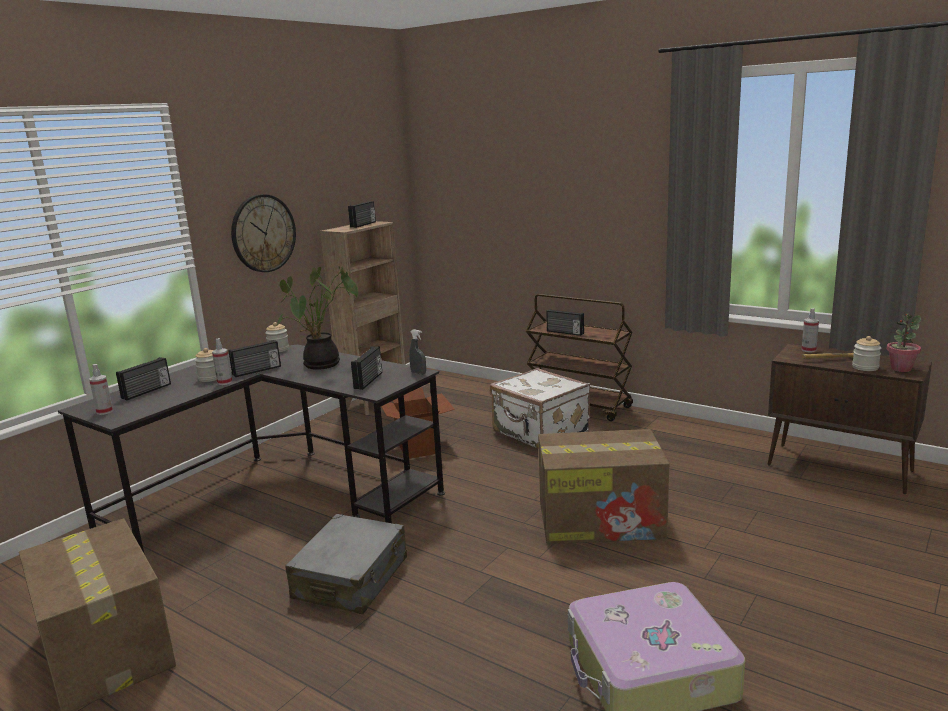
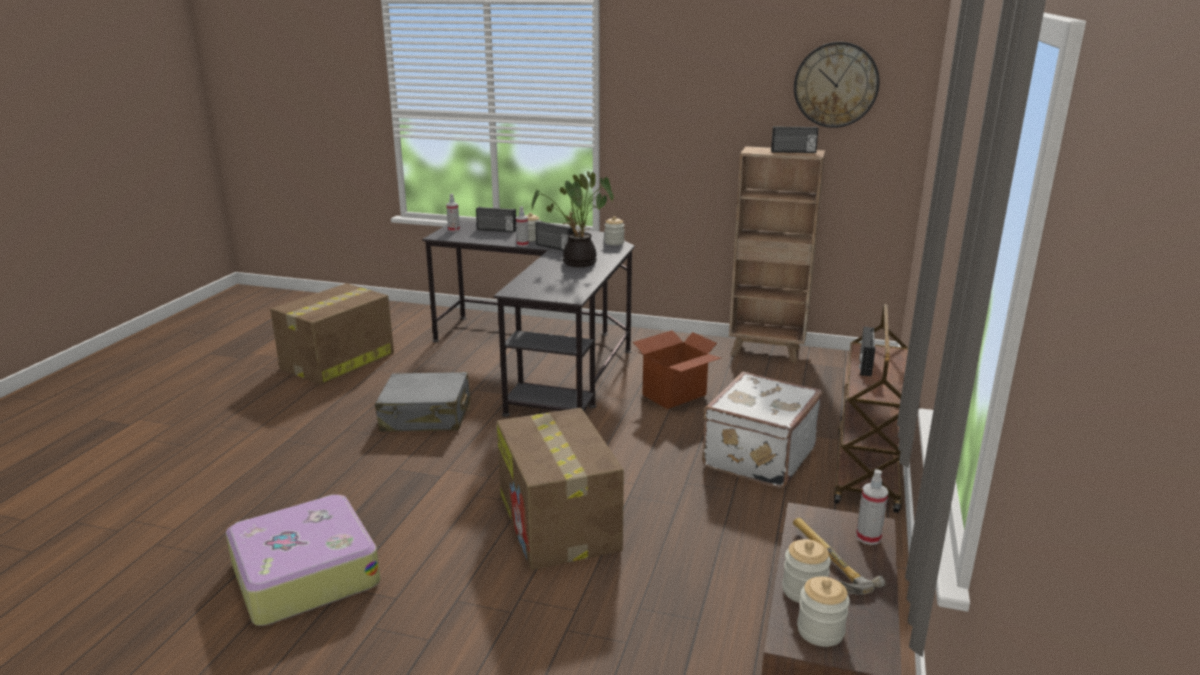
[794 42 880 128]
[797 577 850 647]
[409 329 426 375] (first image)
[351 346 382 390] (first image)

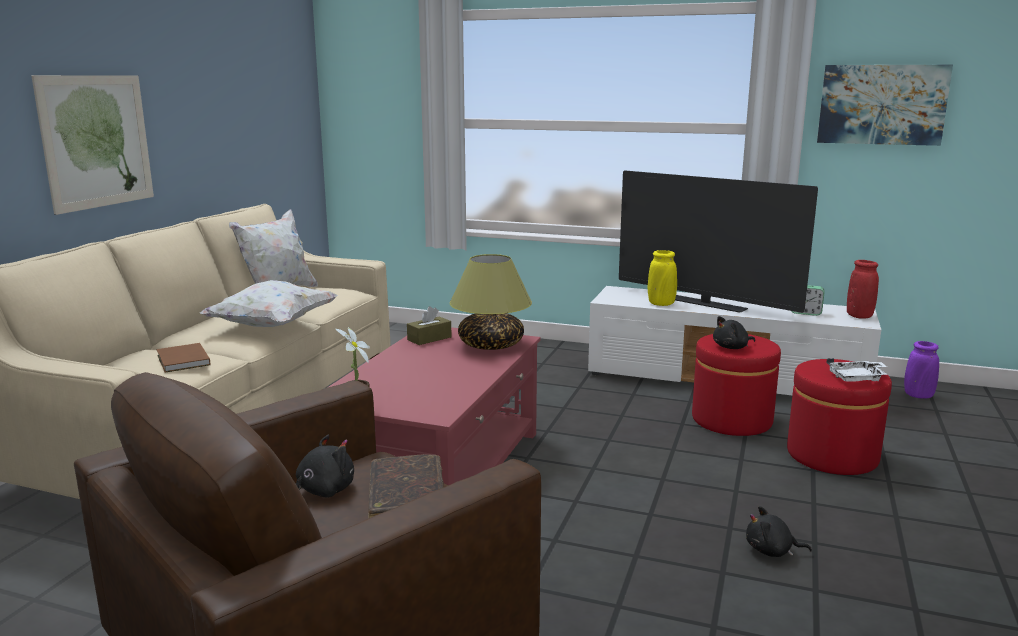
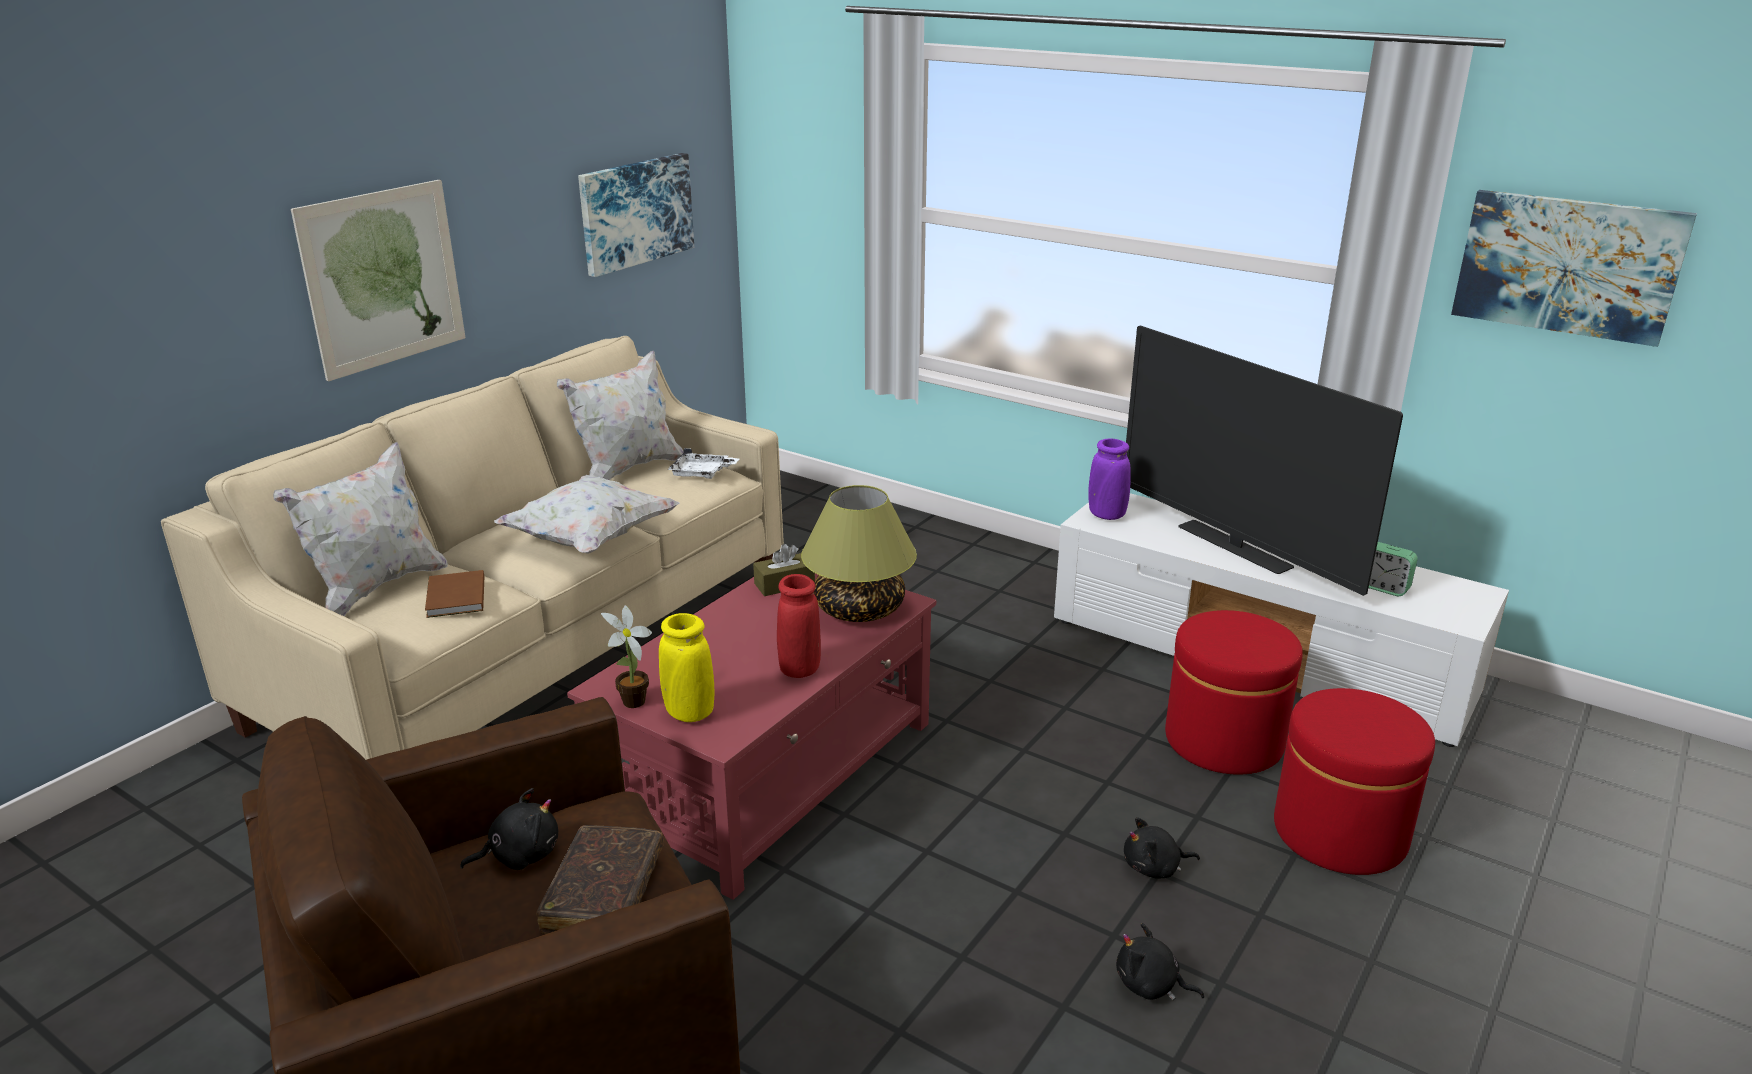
[659 613 714 722]
[777 574 821 678]
[1124 817 1200 879]
[1088 438 1131 520]
[667 448 740 479]
[578 153 694 277]
[273 442 448 616]

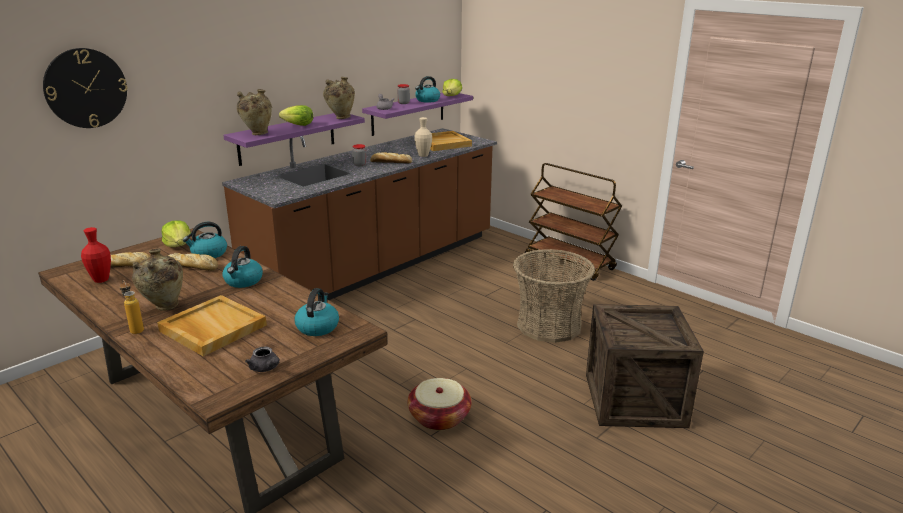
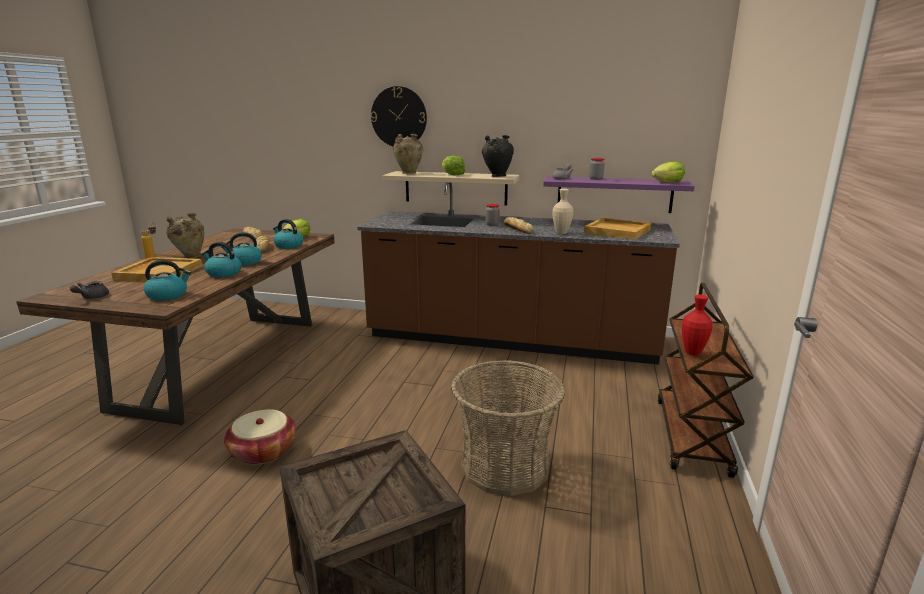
[371 86 427 146]
[202 242 241 278]
[482 135 514 177]
[382 171 520 206]
[682 295 713 355]

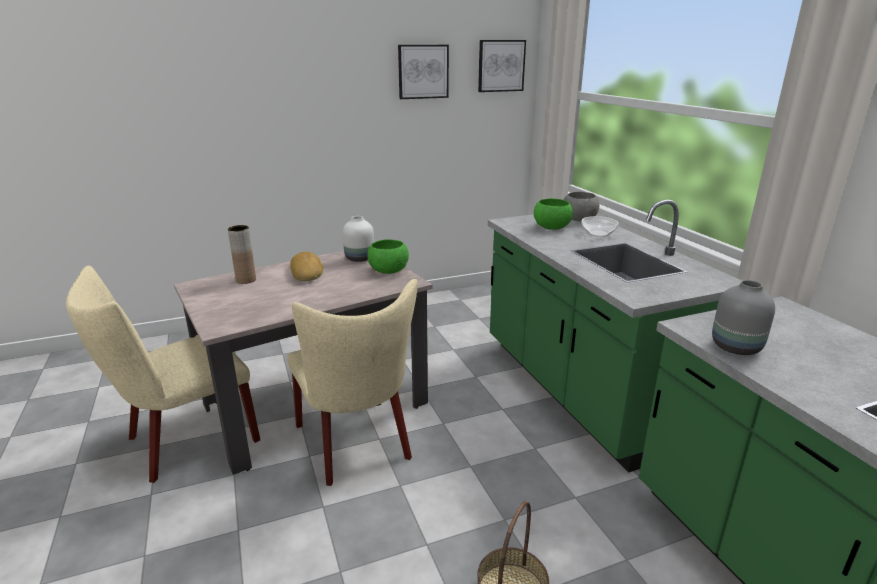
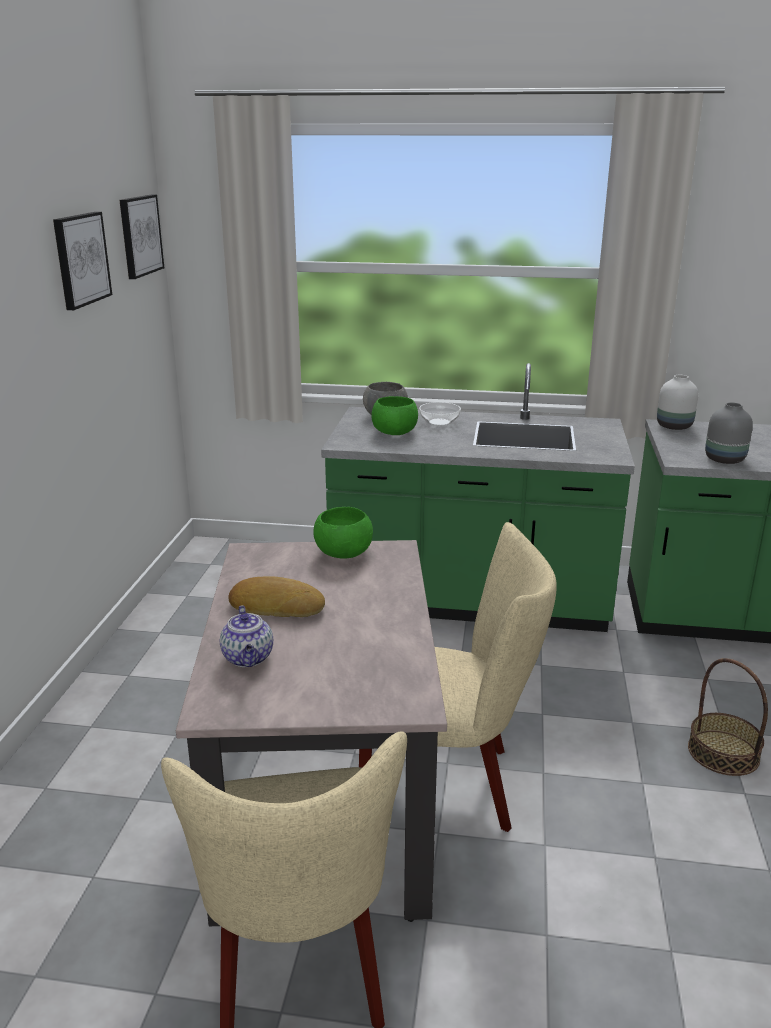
[657 375 698 430]
[220 605 273 667]

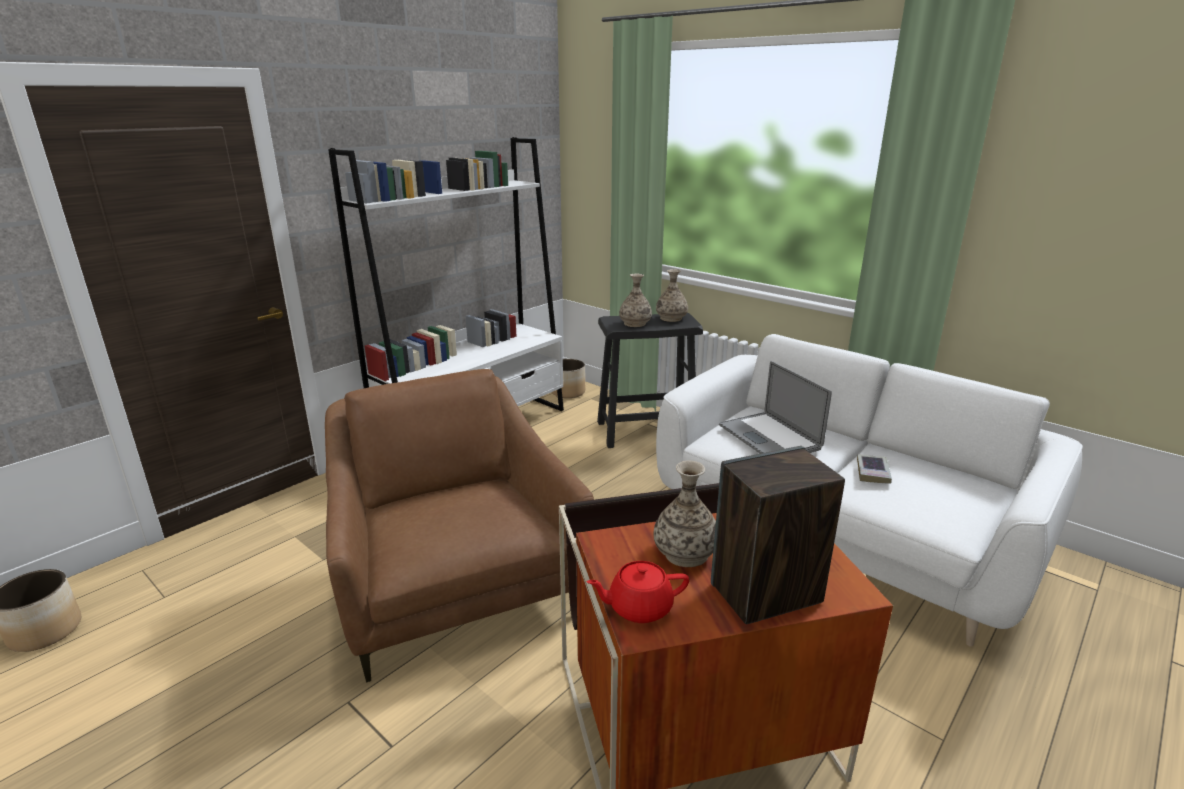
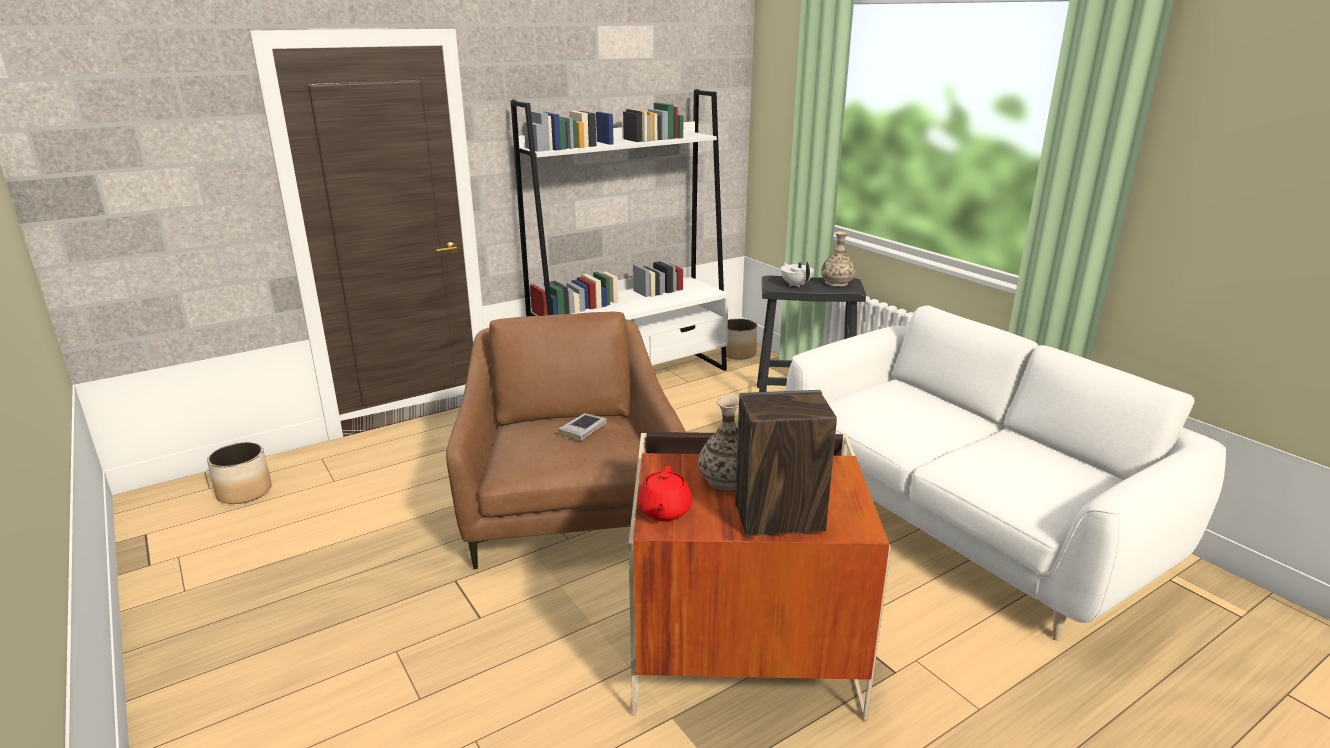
[781 262 814 288]
[719 361 832 454] (first image)
[558 413 607 440]
[638 466 692 521]

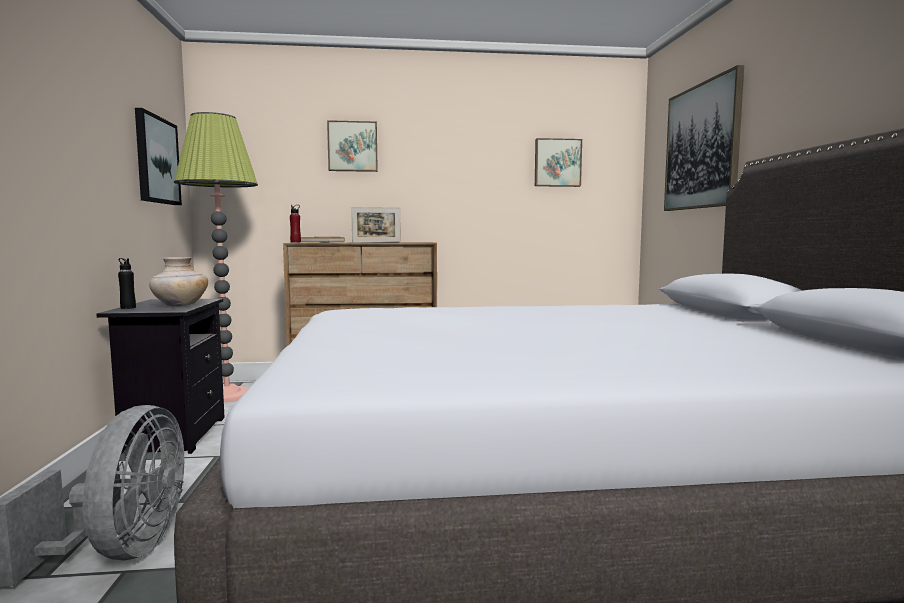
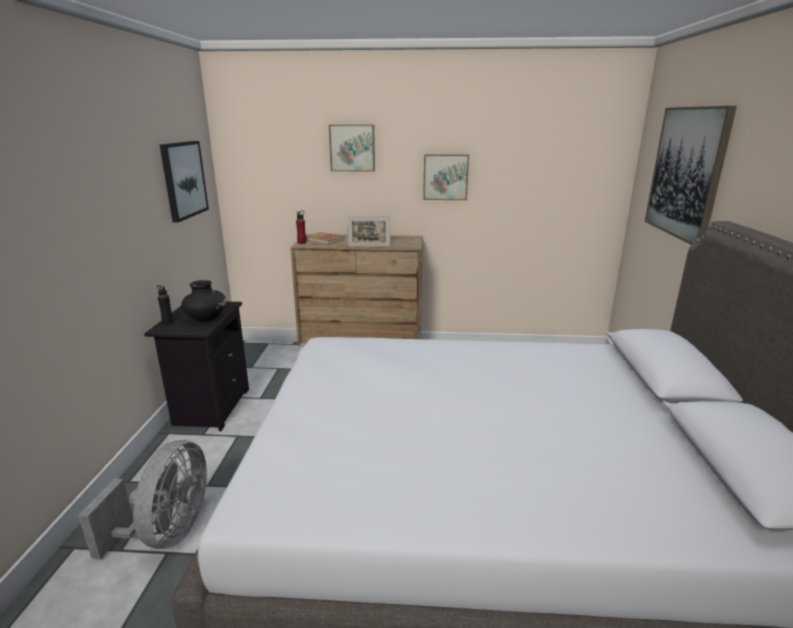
[174 112 258 403] (first image)
[423 154 469 200]
[181 280 226 322]

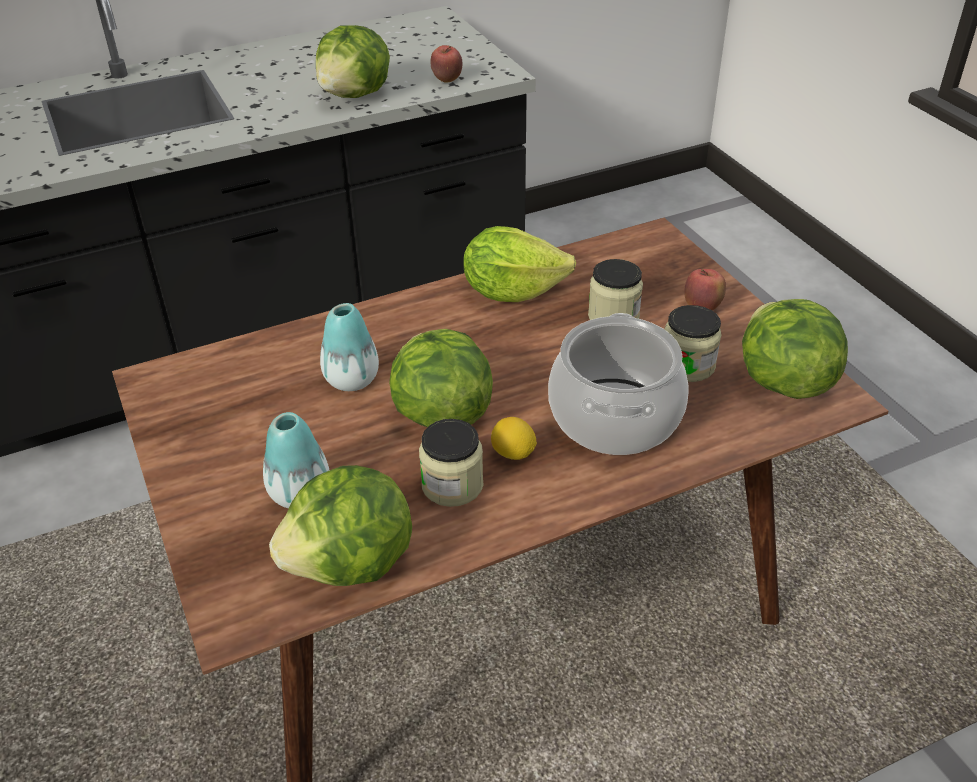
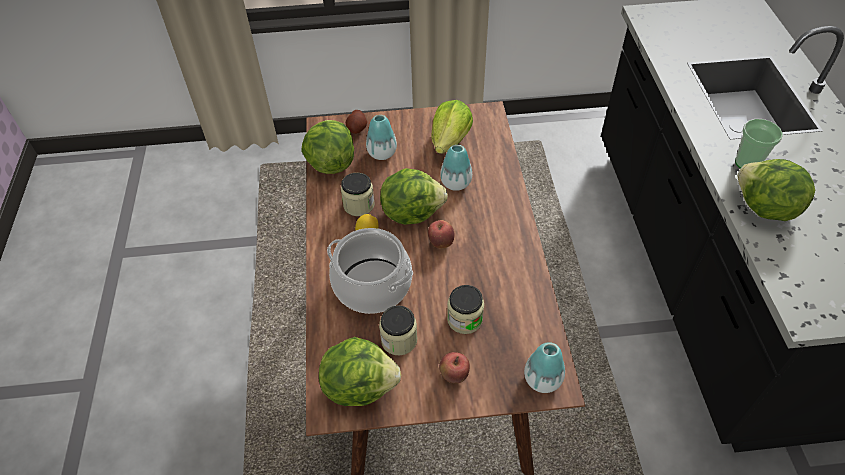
[428 220 454 249]
[431 100 473 154]
[346 110 367 134]
[735 119 783 168]
[524 342 565 393]

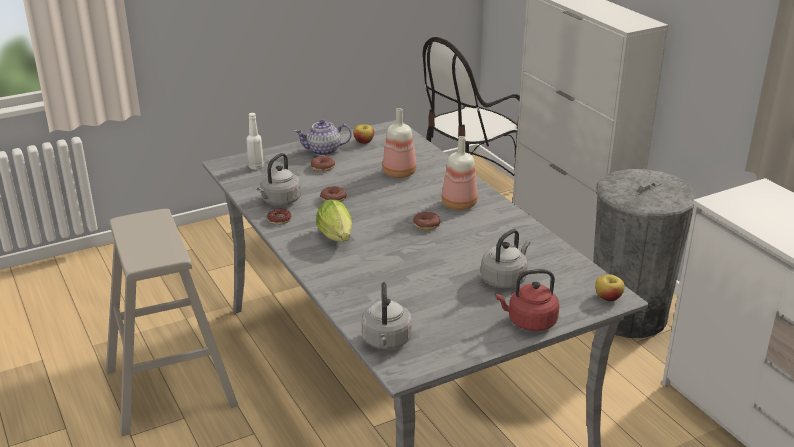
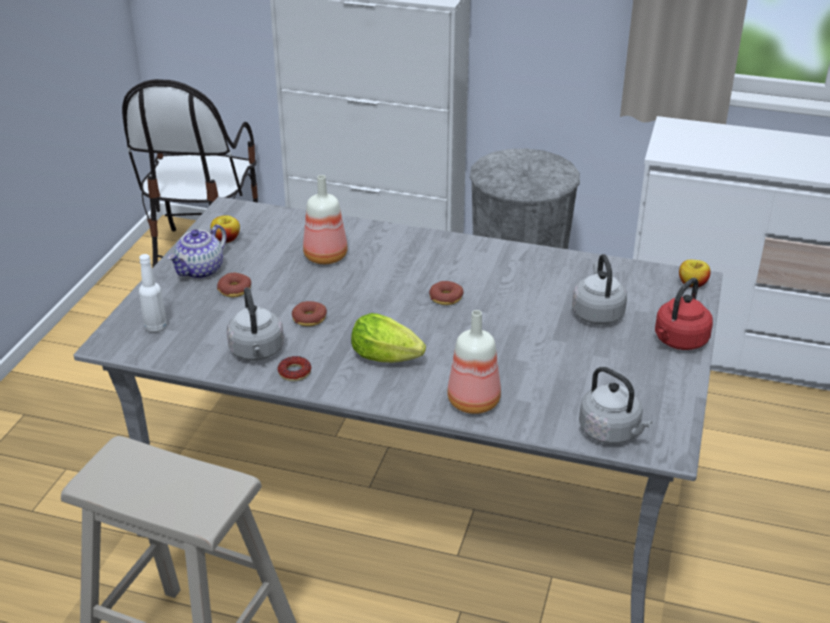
[447 310 501 414]

